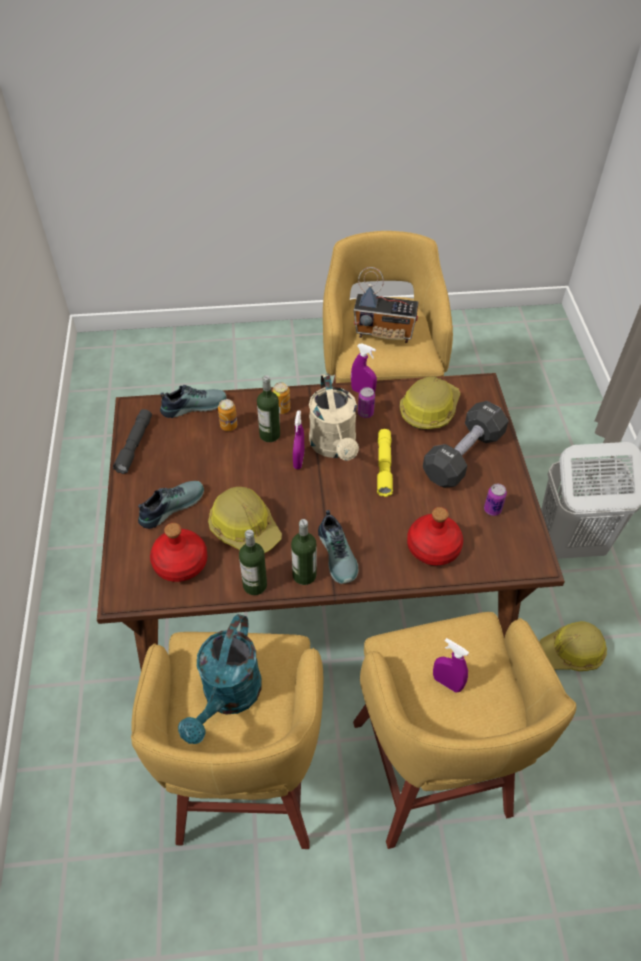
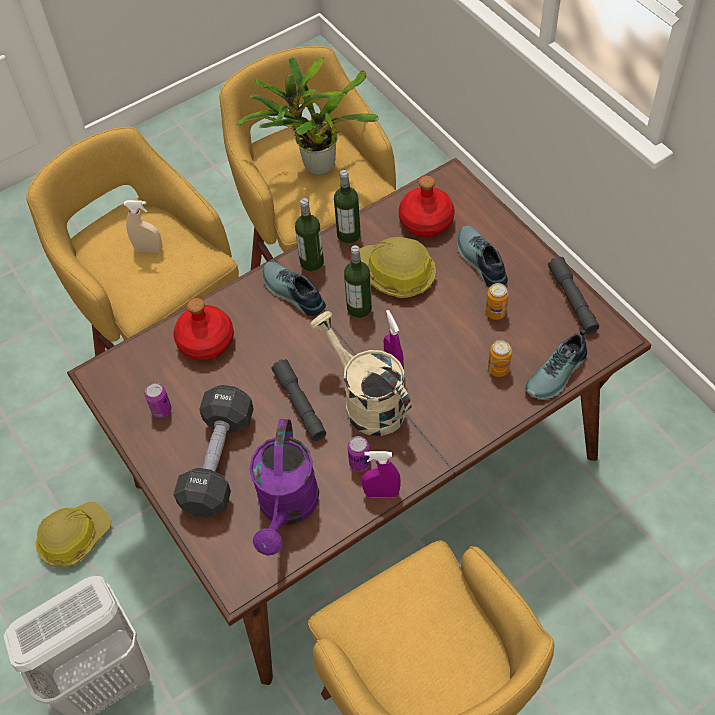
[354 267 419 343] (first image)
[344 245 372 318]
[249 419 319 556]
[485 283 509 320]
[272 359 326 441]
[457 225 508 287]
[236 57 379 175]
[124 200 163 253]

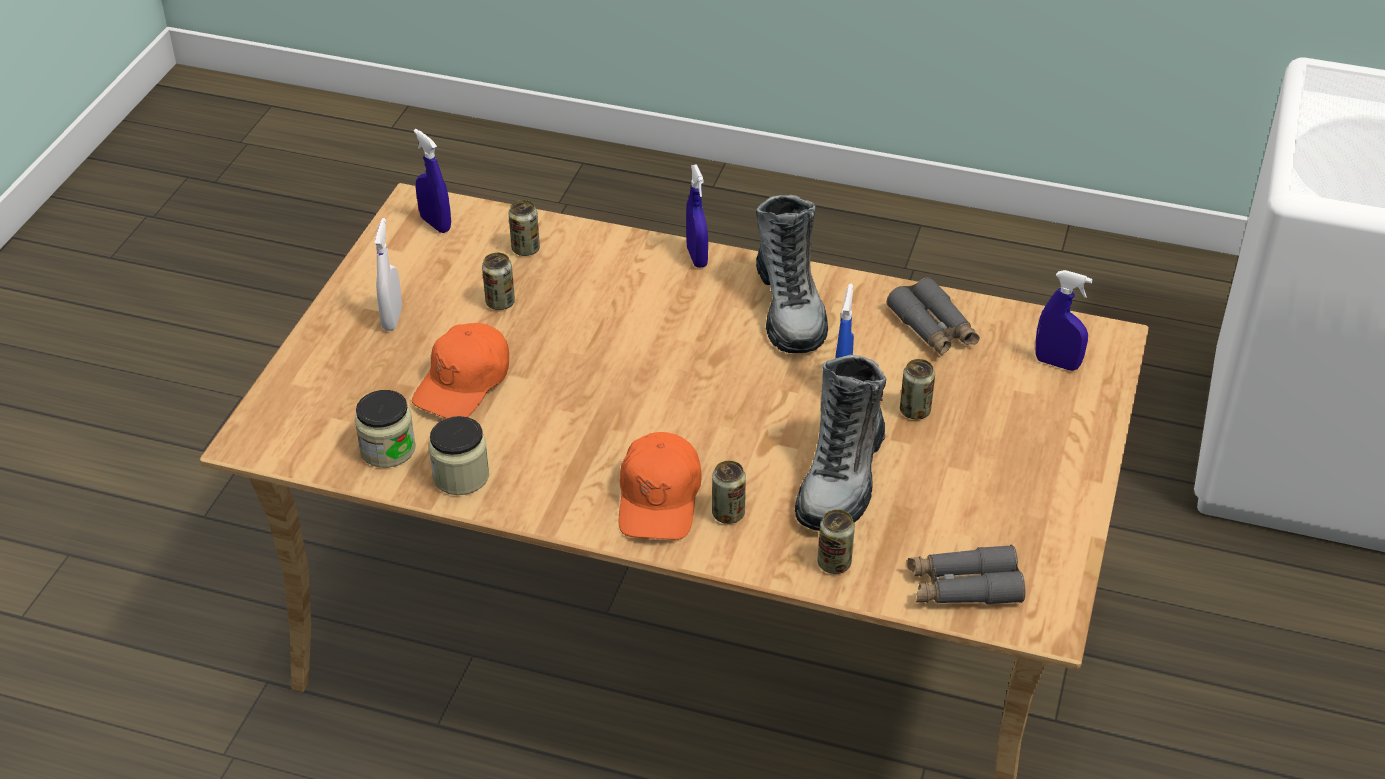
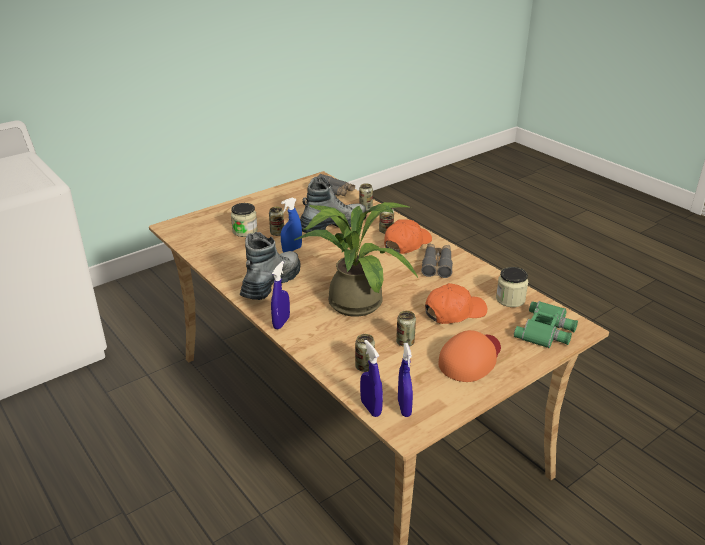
[439 330 501 382]
[360 340 383 417]
[421 243 453 278]
[231 203 258 237]
[294 202 418 317]
[514 301 578 348]

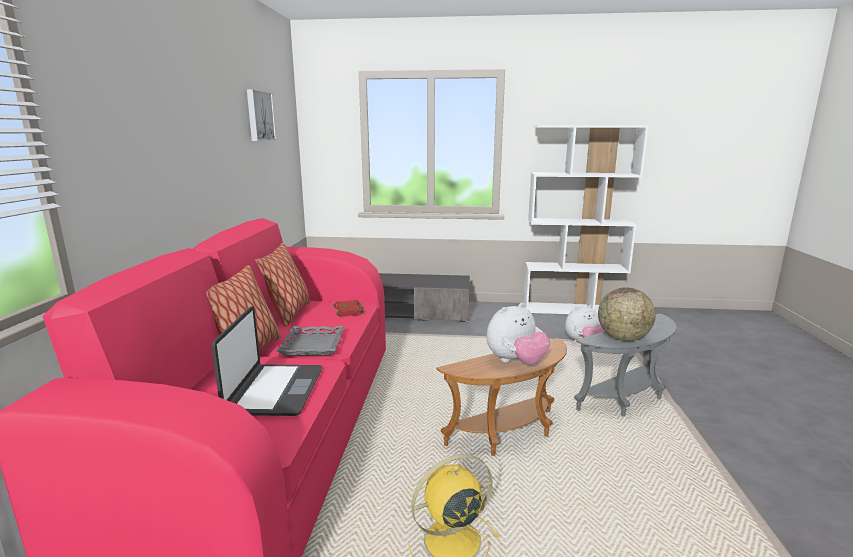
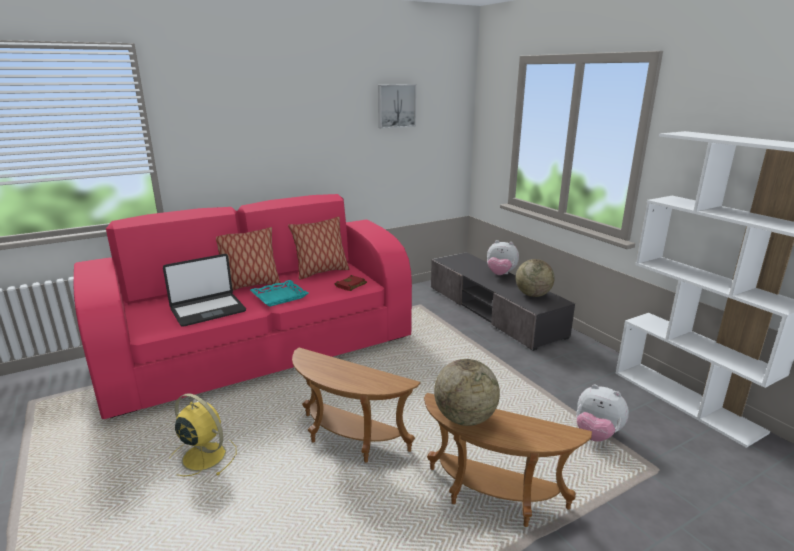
[487 240 519 275]
[424 393 592 527]
[250 280 308 307]
[516 259 555 297]

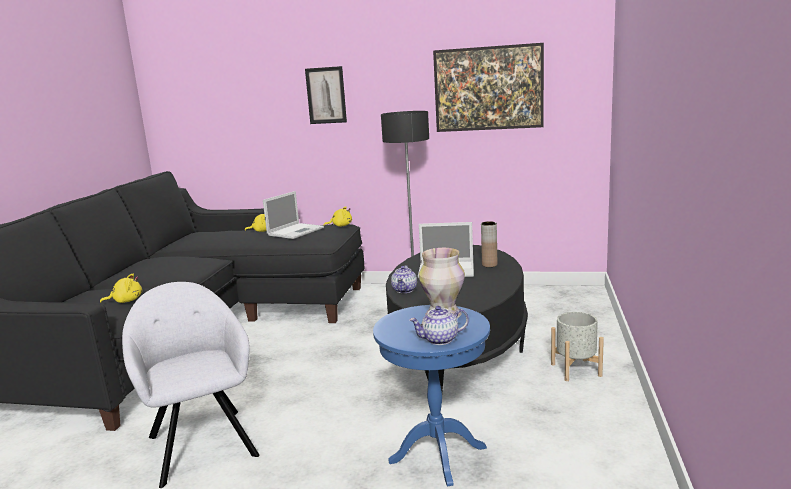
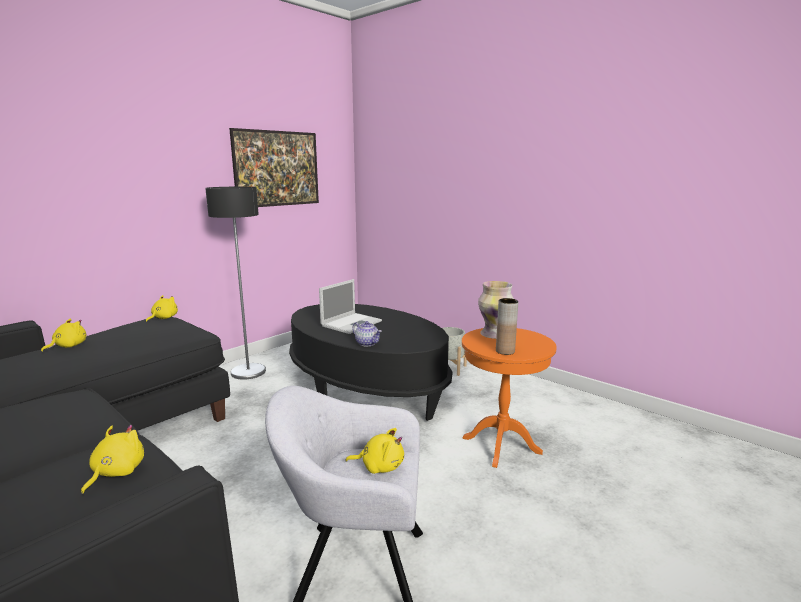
[305 66 347 124] (first image)
[263 191 324 239] (first image)
[496 298 518 355]
[462 328 557 468]
[409 306 469 345] (first image)
[346 428 404 474]

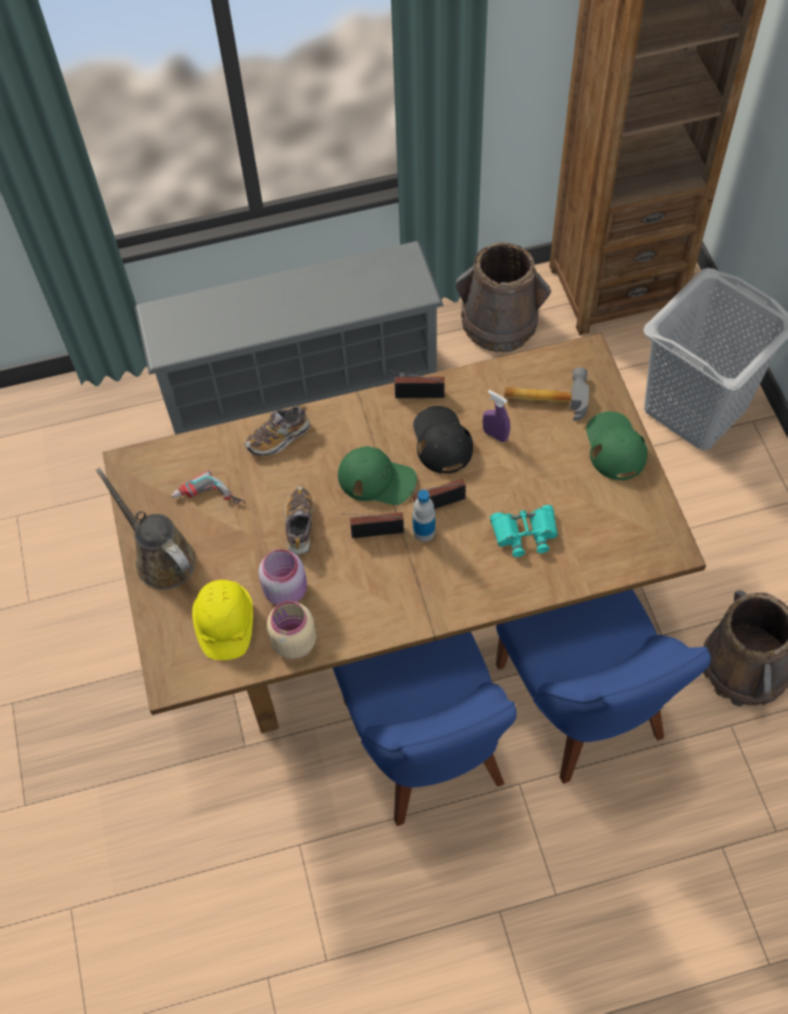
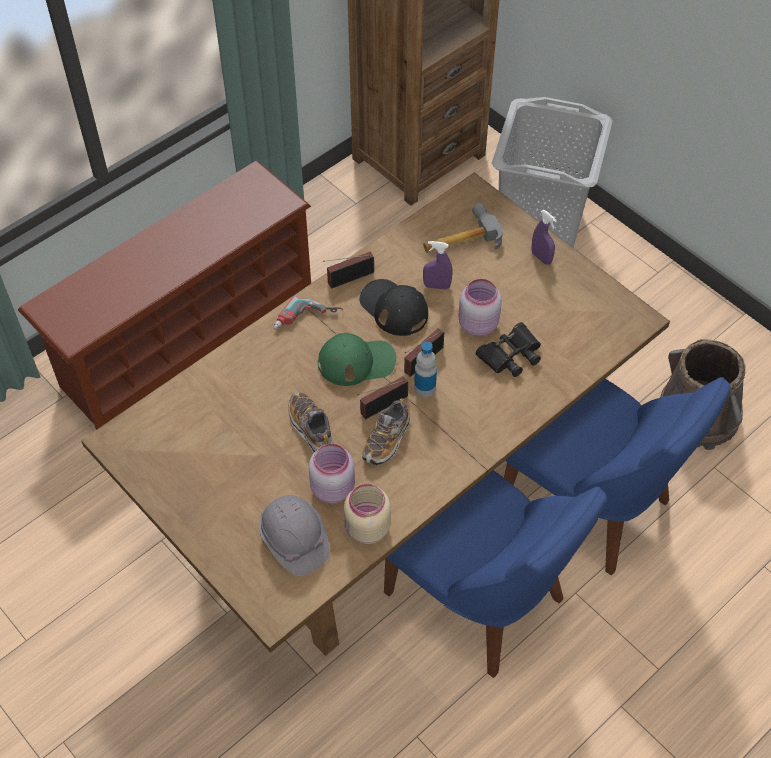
[18 161 311 430]
[456 242 551 352] (first image)
[362 398 410 465]
[531 210 557 265]
[96 468 196 590] (first image)
[274 296 343 330]
[476 322 541 377]
[259 495 330 576]
[458 279 502 336]

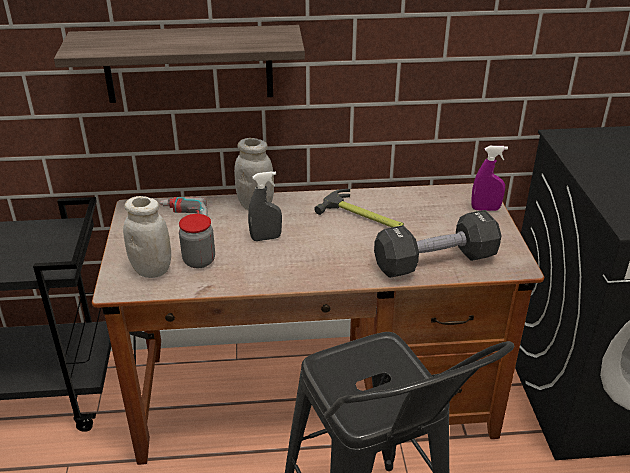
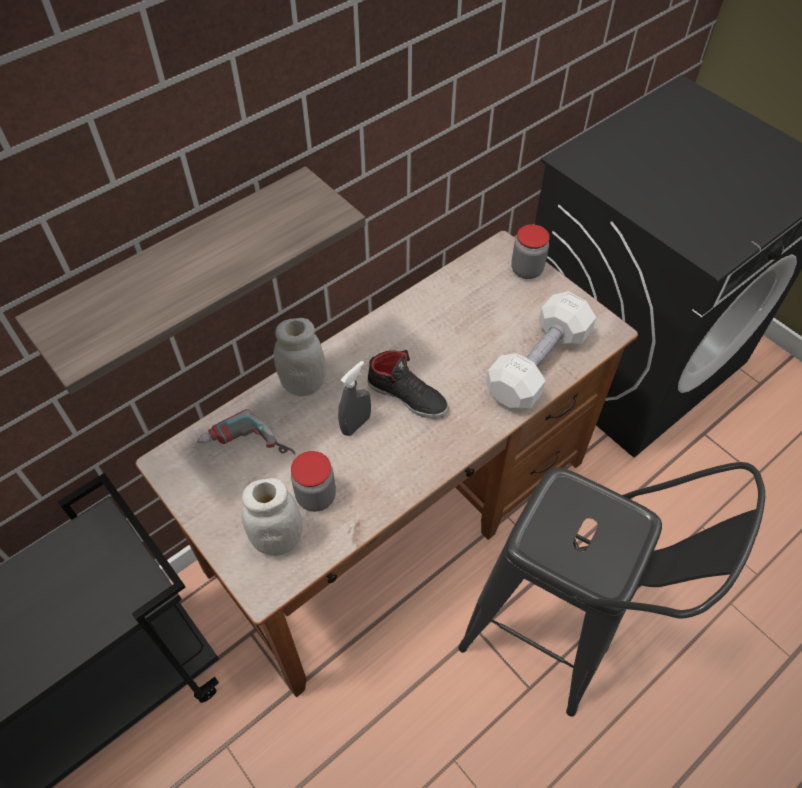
[511 224 550 279]
[314 189 404 227] (first image)
[486 292 596 410]
[367 350 448 419]

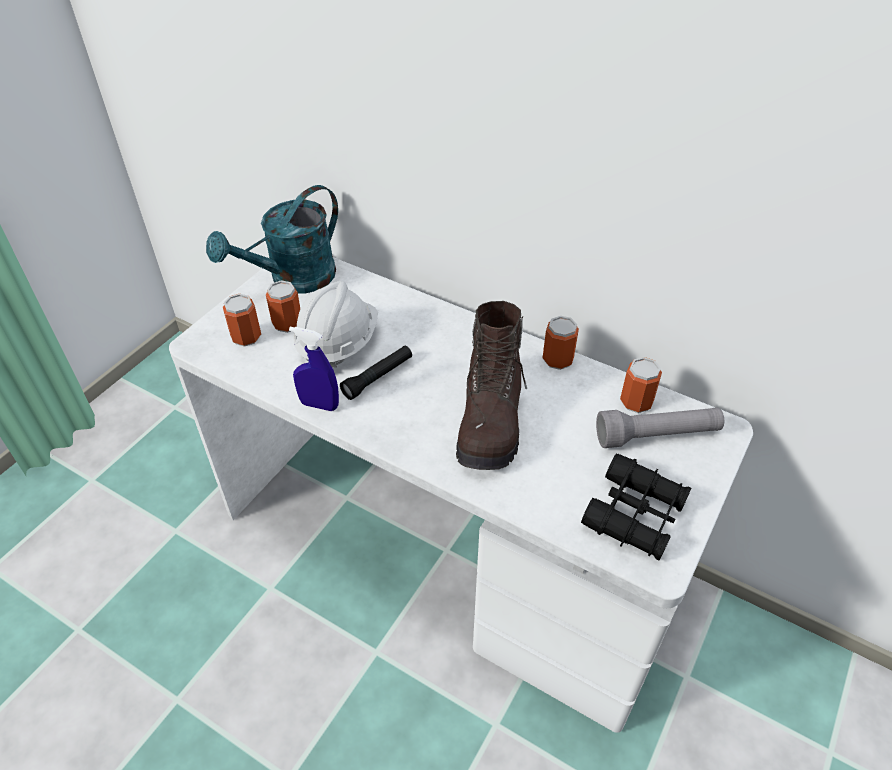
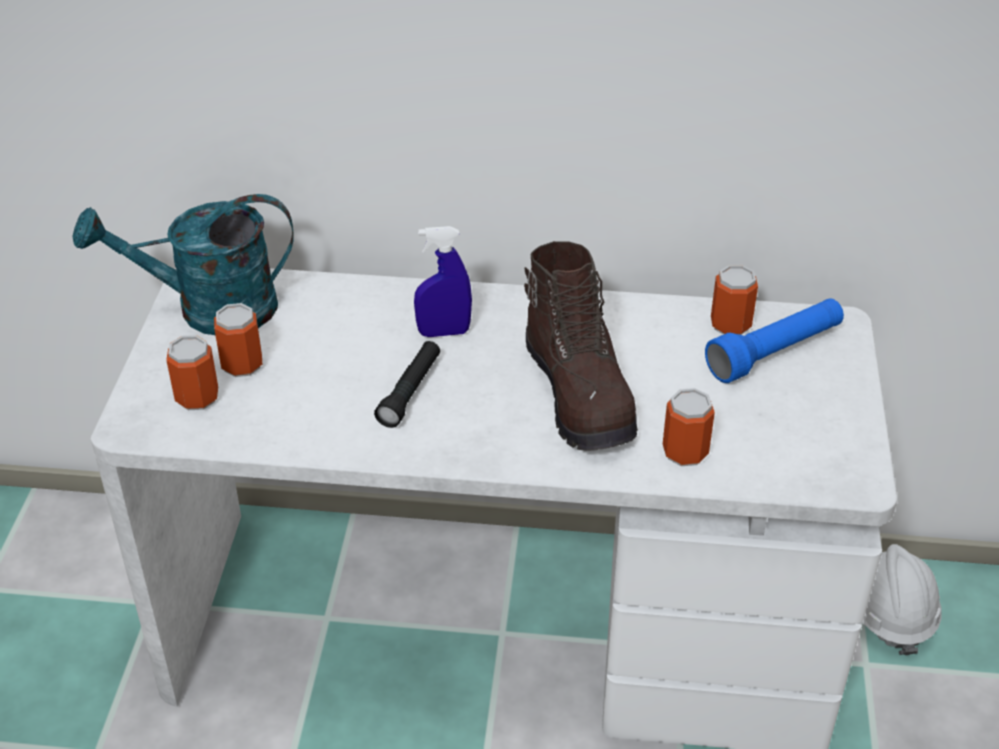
[72 194 293 335]
[863 544 941 655]
[663 388 715 466]
[414 226 472 337]
[705 298 844 383]
[581 453 691 560] (first image)

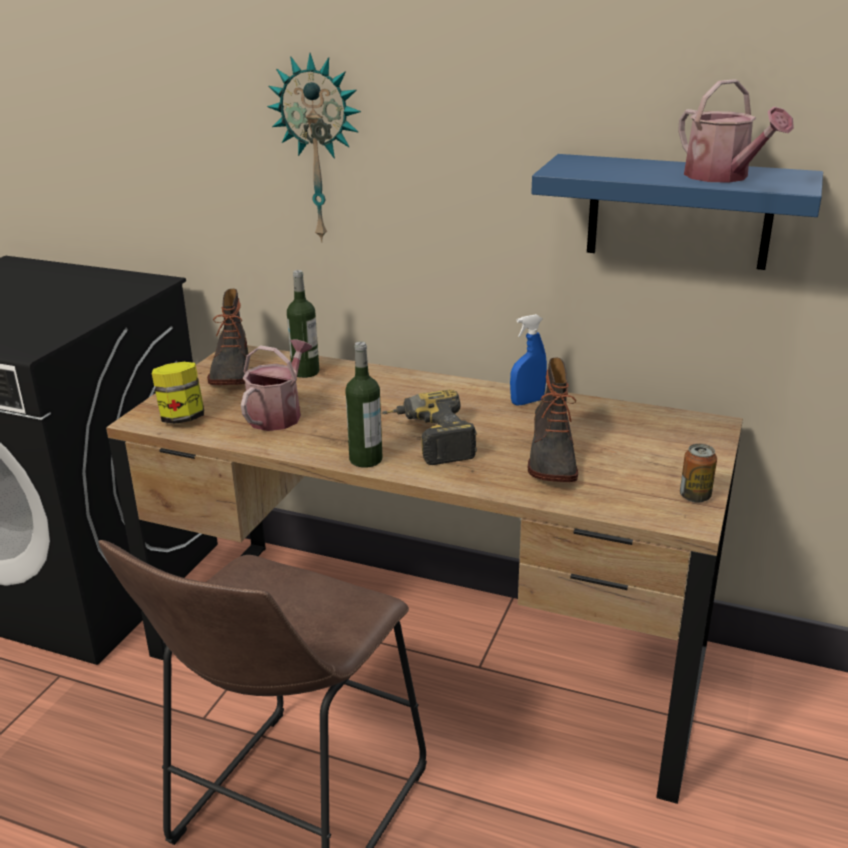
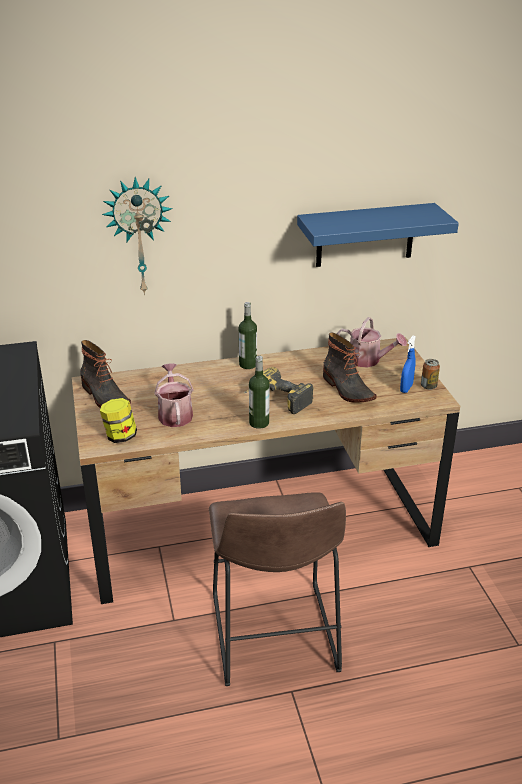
[337 317 407 368]
[239 302 257 369]
[400 336 416 393]

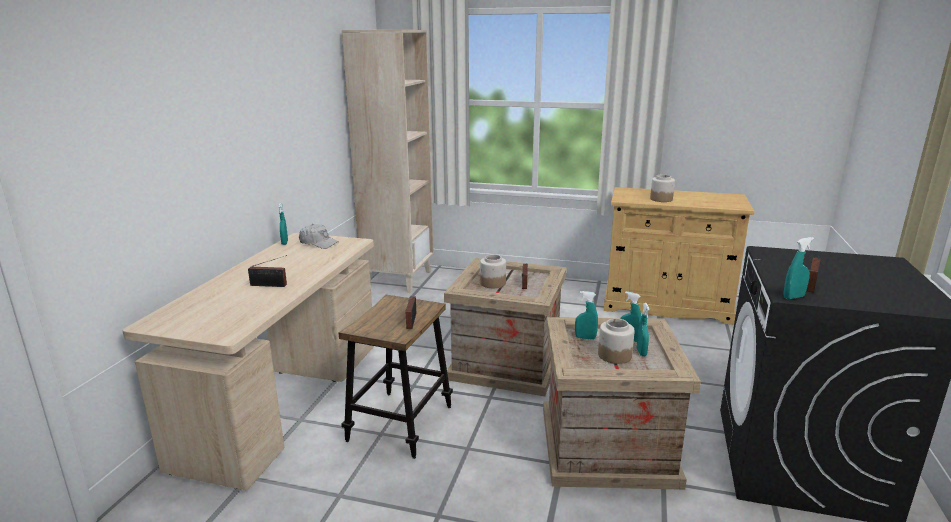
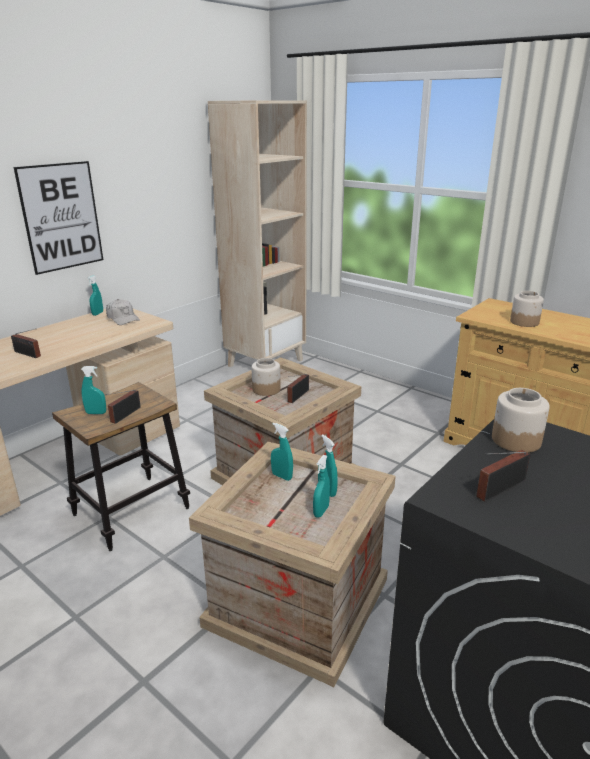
[81 366 106 414]
[492 388 550 453]
[13 161 103 275]

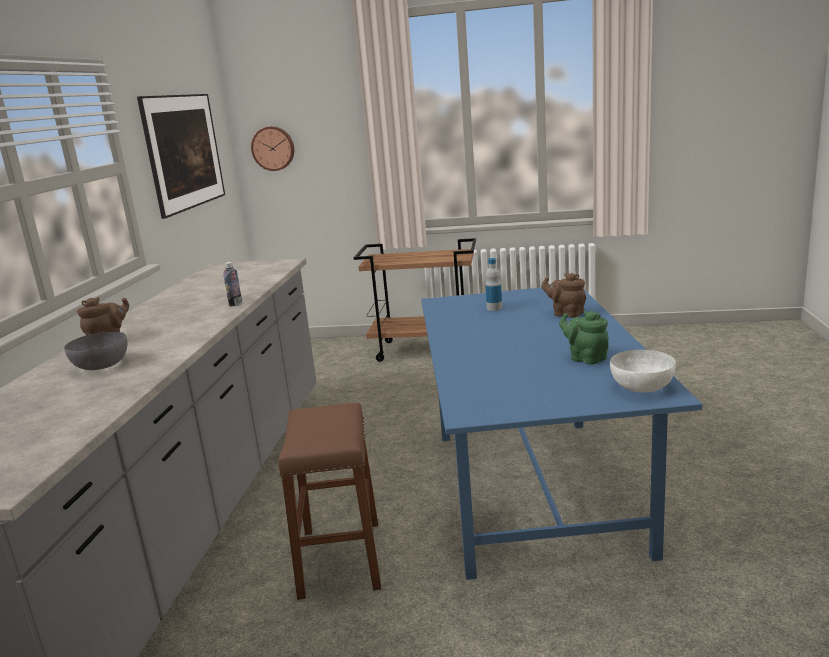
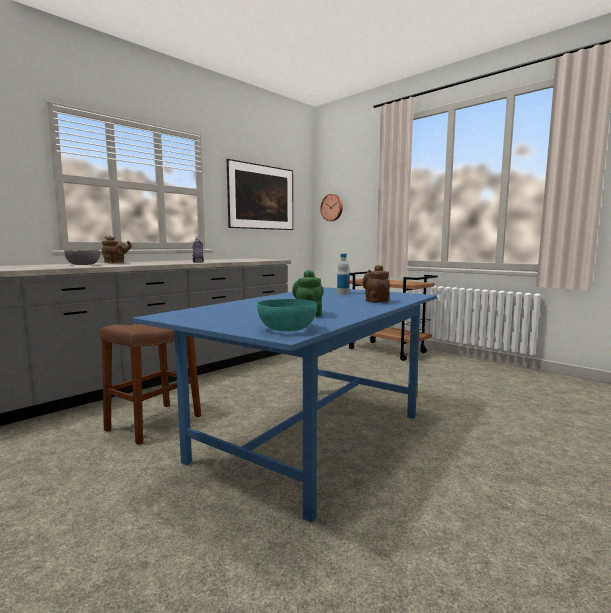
[257 299 317 331]

